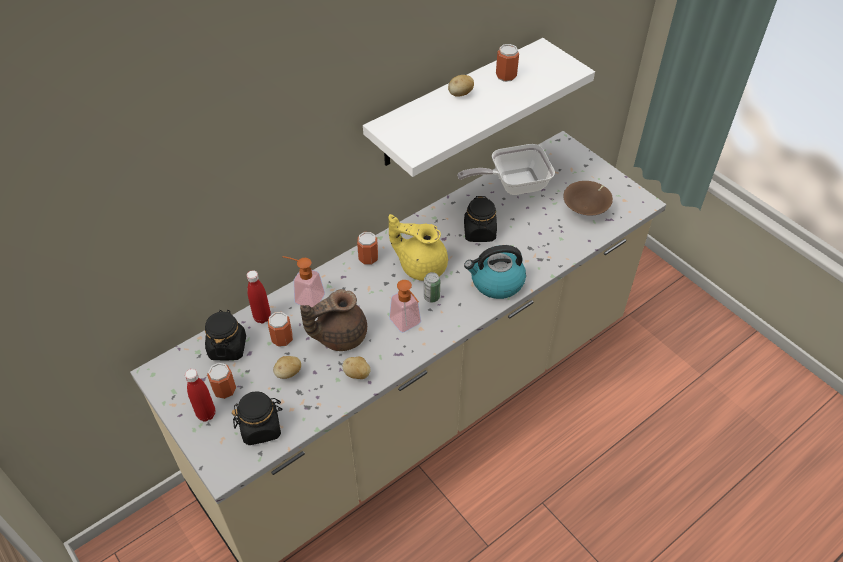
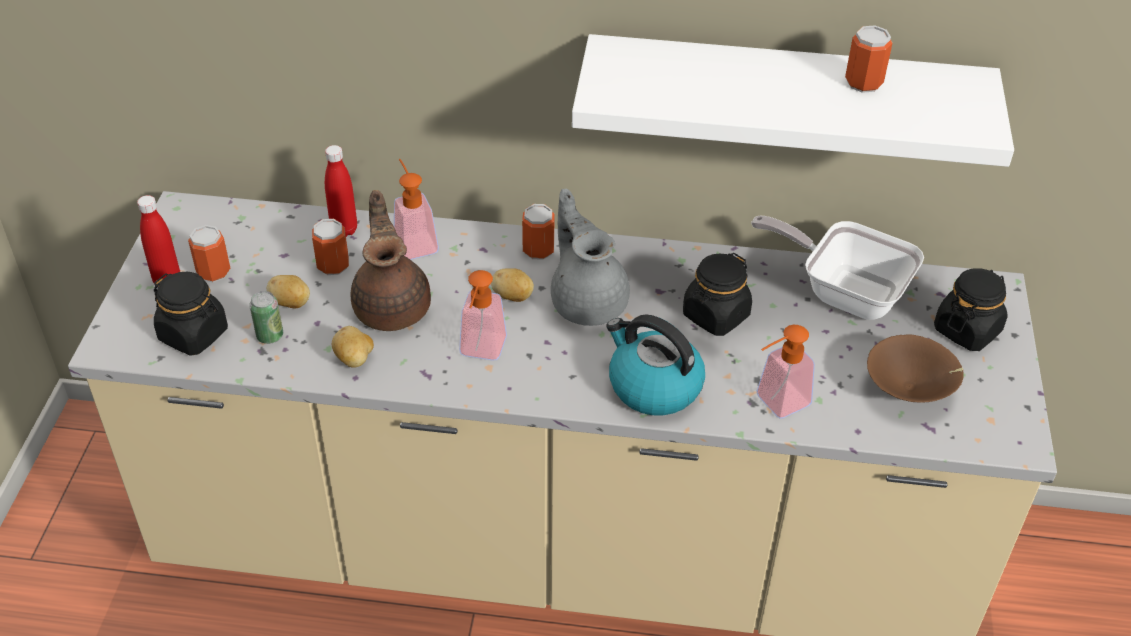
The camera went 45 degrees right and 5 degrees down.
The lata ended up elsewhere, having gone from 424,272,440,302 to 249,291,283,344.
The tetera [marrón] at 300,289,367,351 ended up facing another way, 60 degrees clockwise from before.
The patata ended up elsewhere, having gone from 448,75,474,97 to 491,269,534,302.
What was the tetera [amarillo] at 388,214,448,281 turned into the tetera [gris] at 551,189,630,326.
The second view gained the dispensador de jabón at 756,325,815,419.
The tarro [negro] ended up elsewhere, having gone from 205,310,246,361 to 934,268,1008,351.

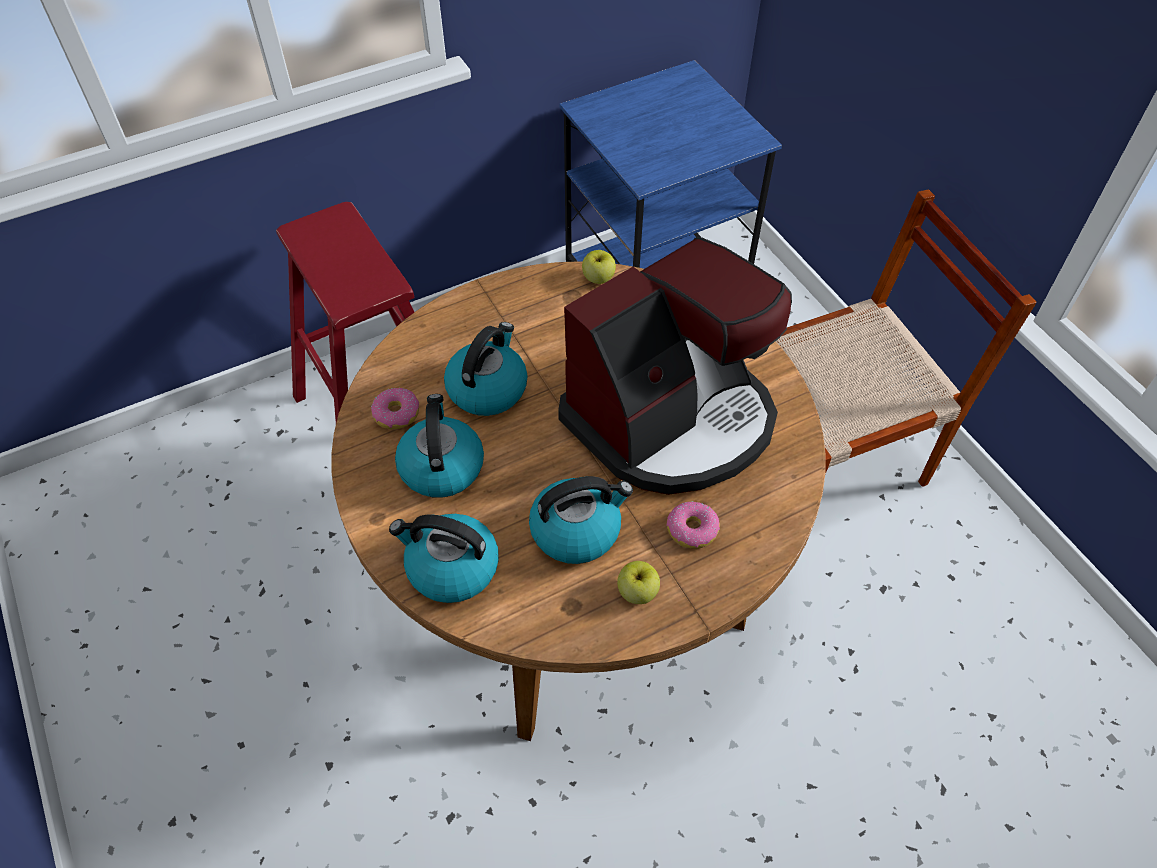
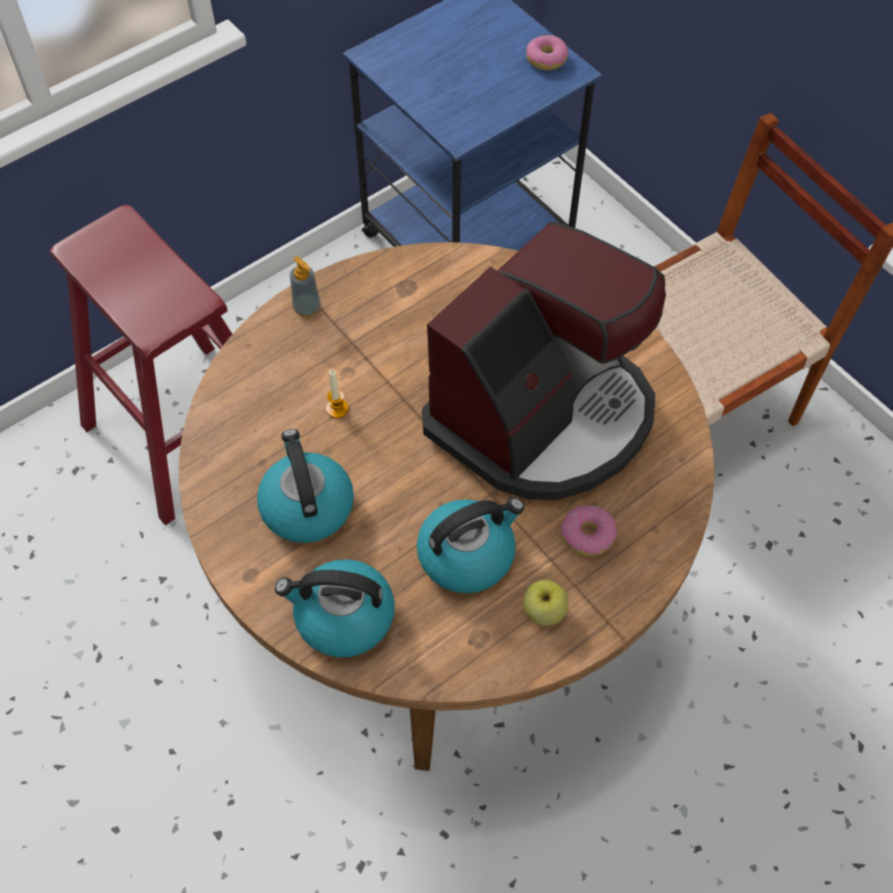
The camera went 10 degrees left and 5 degrees up.
The second view gained the dispensador de jabón at 290,256,321,317.
Where the hervidor stood at 444,322,528,416, the vela came to stand at 326,369,349,418.
The rosquilla ended up elsewhere, having gone from 371,388,419,430 to 526,35,568,70.
The second view lost the manzana at 582,250,616,284.

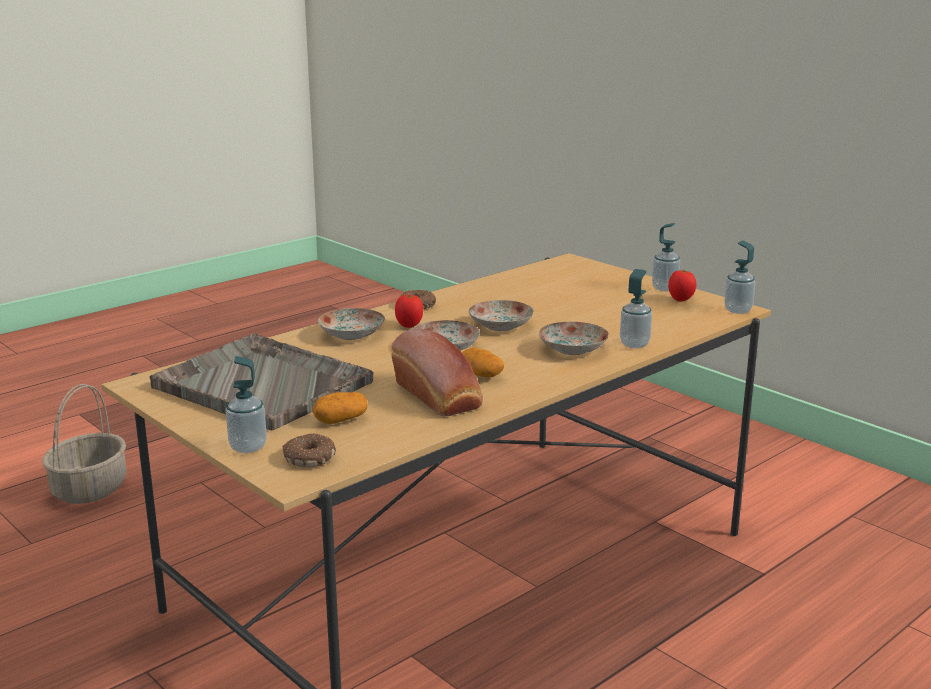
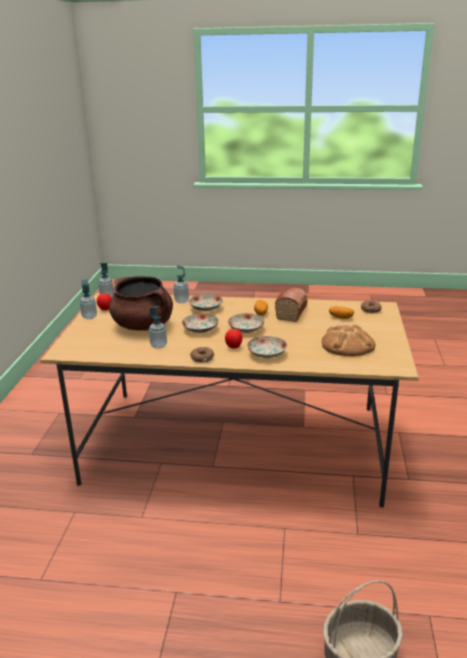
The camera went 130 degrees left and 5 degrees up.
The second view gained the olla [marrón] at 109,276,173,331.
The dispensador de jabón ended up elsewhere, having gone from 226,356,267,453 to 149,306,167,349.
Where the bandeja [gris] stood at 150,334,373,430, the pan came to stand at 321,325,375,356.

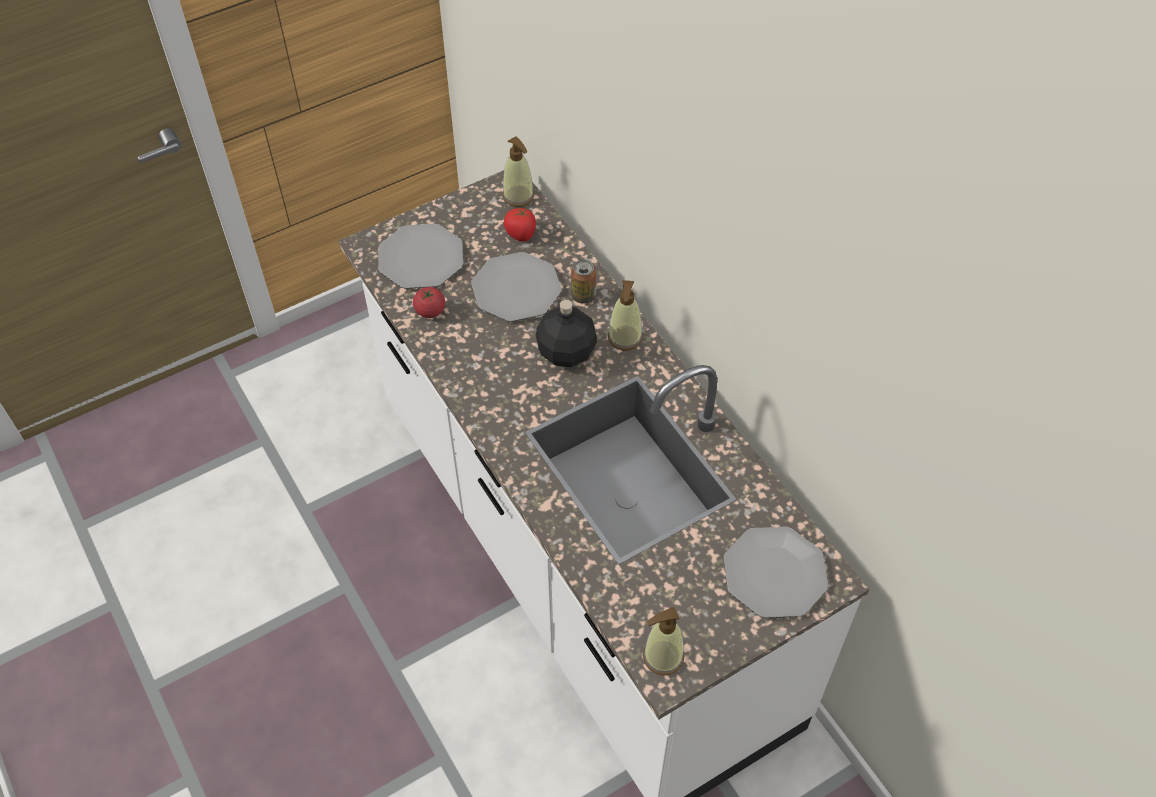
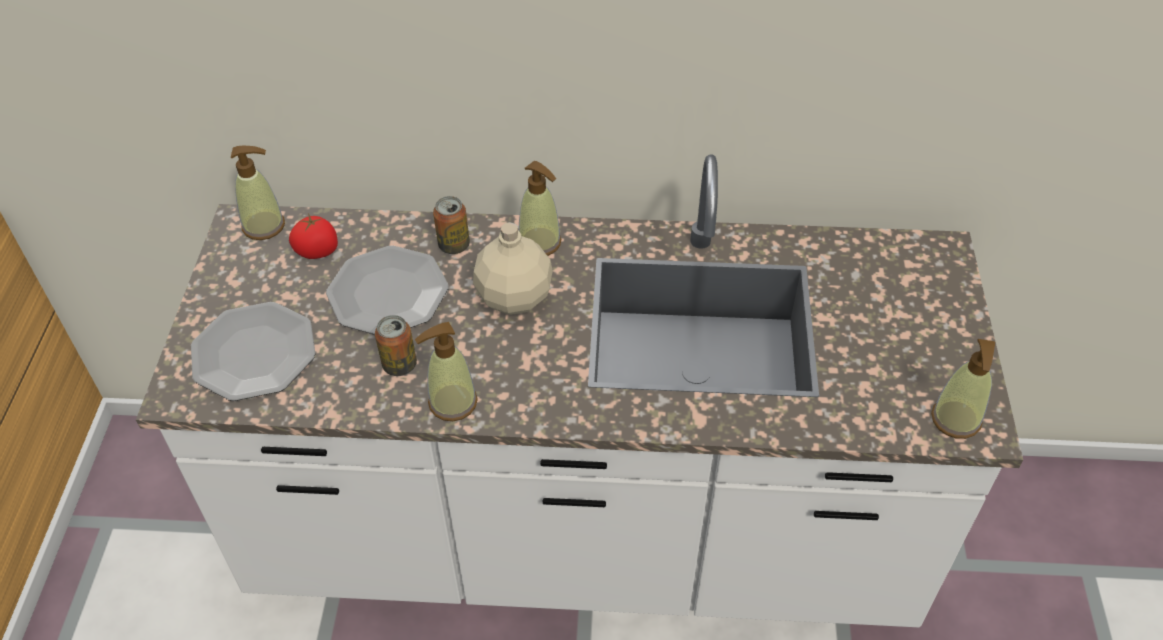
The camera went 55 degrees left and 5 degrees down.
The second view gained the lata at 375,315,417,376.
The second view gained the dispensador de jabón at 415,322,478,421.
What was the botella [negro] at 536,300,597,367 turned into the botella [beis] at 473,222,553,315.
The second view lost the tomate at 413,287,445,318.
The second view lost the plato at 724,527,828,618.

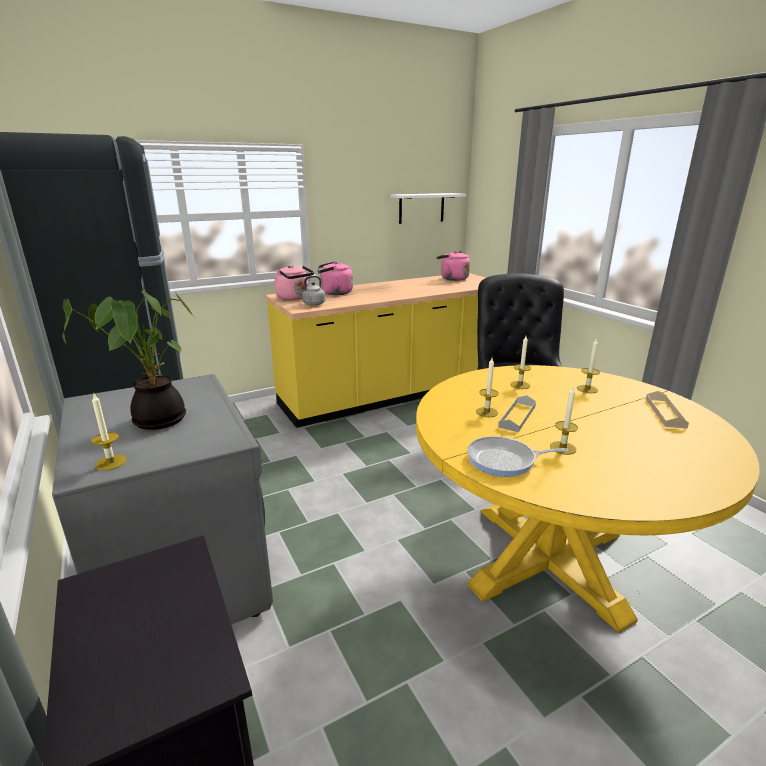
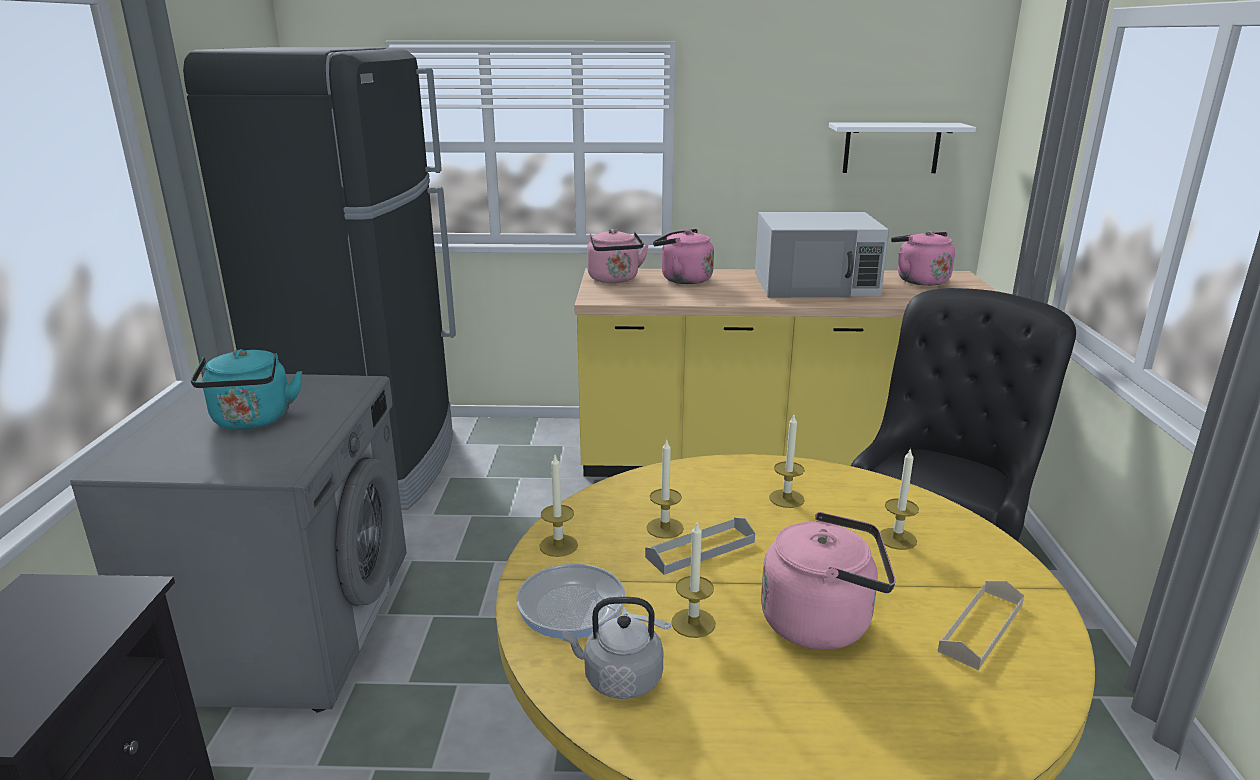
The camera went 30 degrees right and 0 degrees up.
Where the planta en maceta stood at 62,288,193,430, the hervidor [turquesa] came to stand at 191,349,303,430.
The vela ended up elsewhere, having gone from 91,394,127,471 to 539,455,578,557.
The hervidor [gris] ended up elsewhere, having gone from 295,276,325,306 to 562,597,664,699.
The second view gained the microondas [blanco] at 755,212,889,298.
The second view gained the hervidor [rosa] at 761,512,896,650.

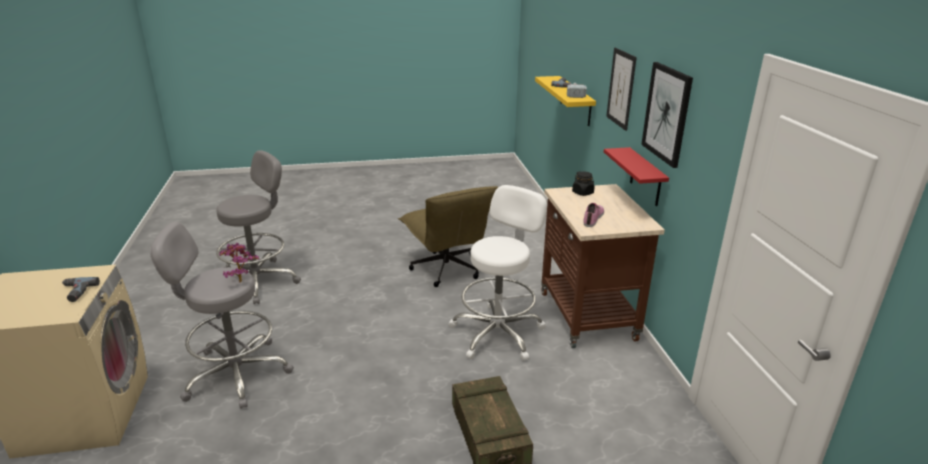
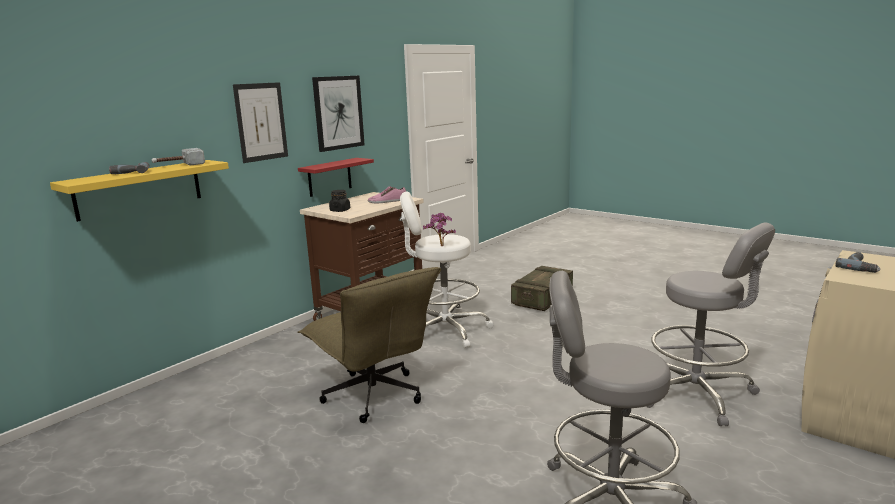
The camera went 130 degrees left and 10 degrees down.
The silla de oficina [beis] at 398,186,498,287 ended up facing another way, 120 degrees clockwise from before.
The planta en maceta ended up elsewhere, having gone from 219,243,260,283 to 423,213,456,246.

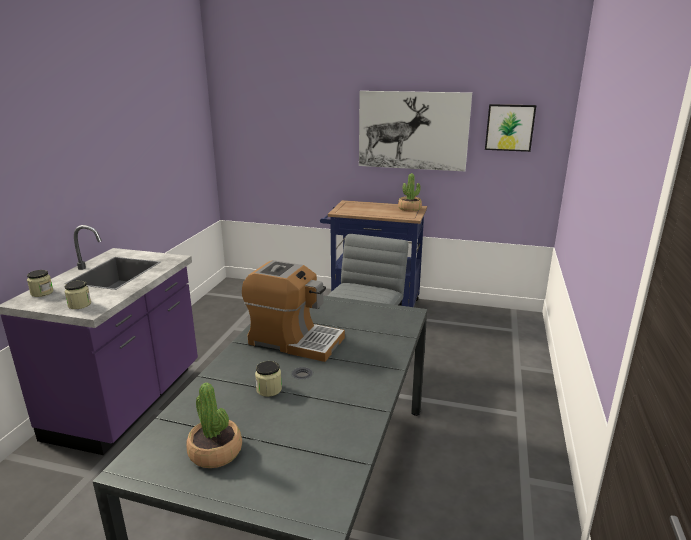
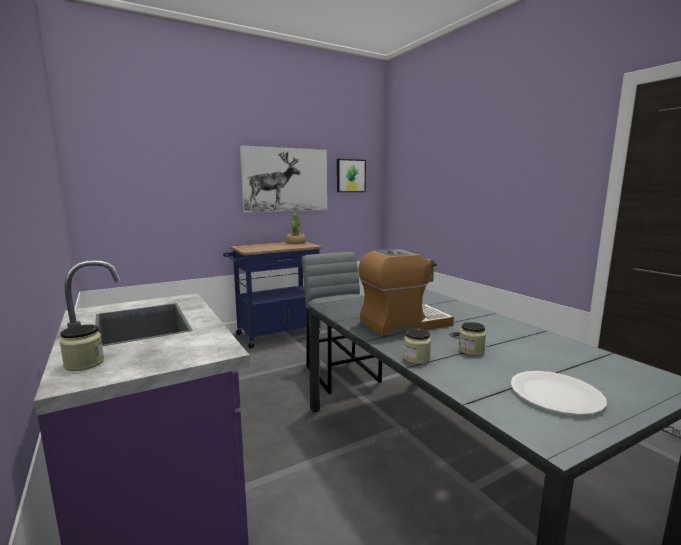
The camera went 45 degrees left and 10 degrees down.
The tarro ended up elsewhere, having gone from 64,281,91,309 to 404,329,431,364.
Where the planta en maceta stood at 186,383,242,468, the plato [blanco] came to stand at 510,371,607,415.

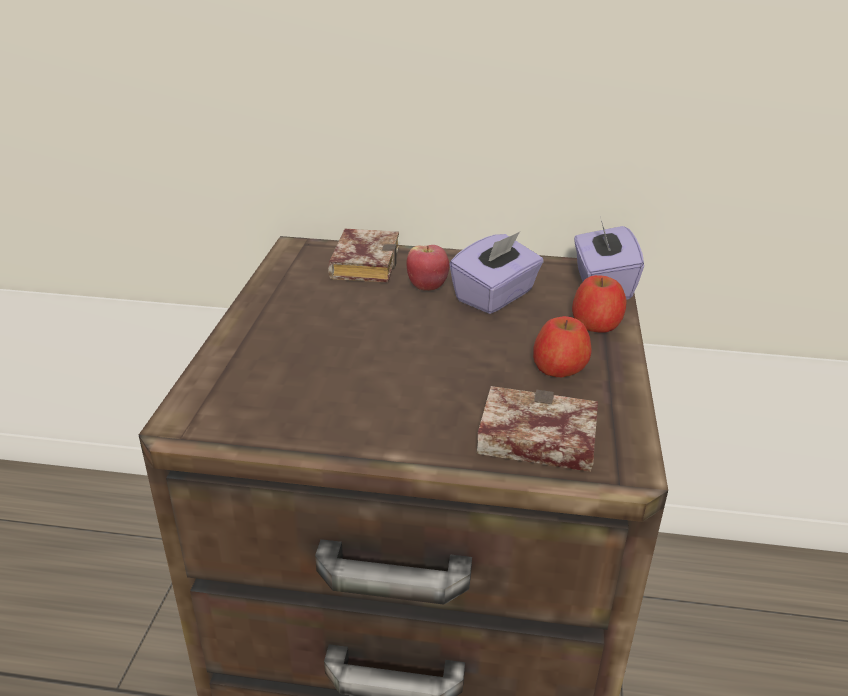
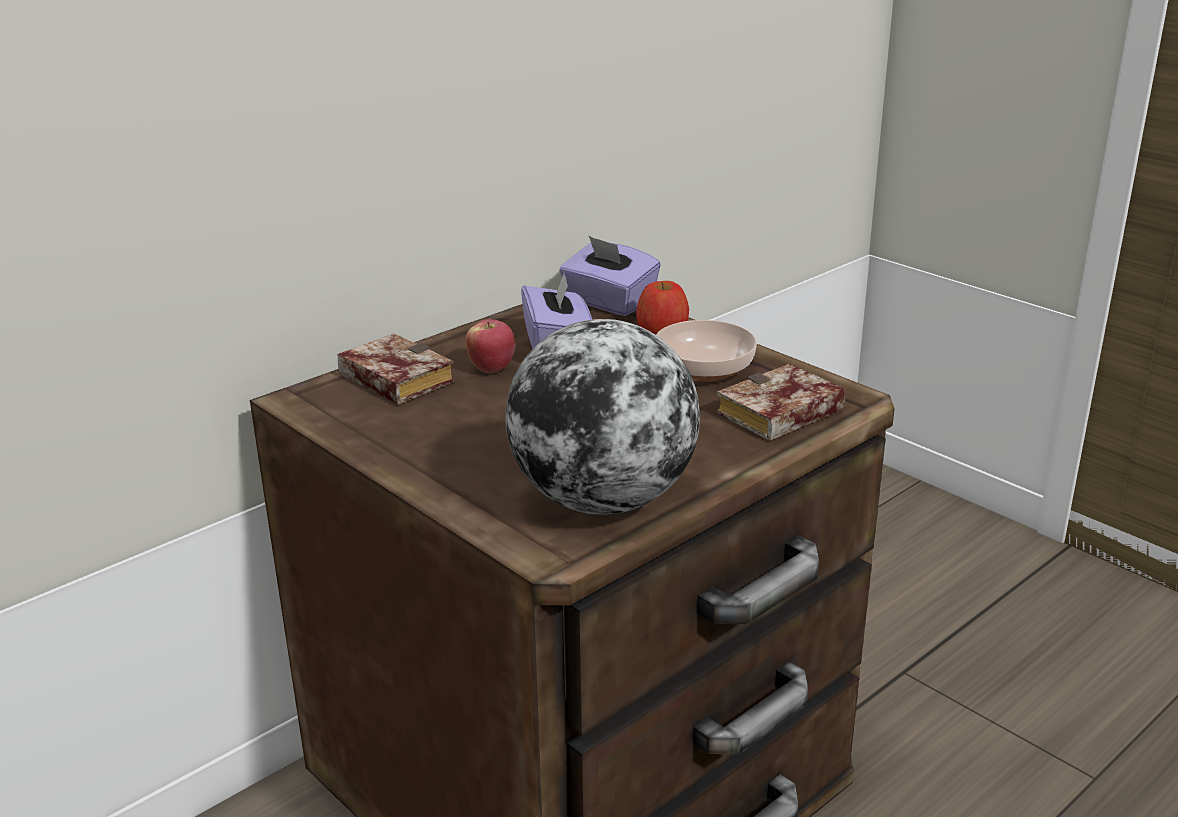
The camera went 50 degrees left and 5 degrees down.
The second view gained the globo terráqueo at 505,319,700,515.
Where the manzana stood at 533,316,592,377, the cuenco came to stand at 656,320,757,382.

